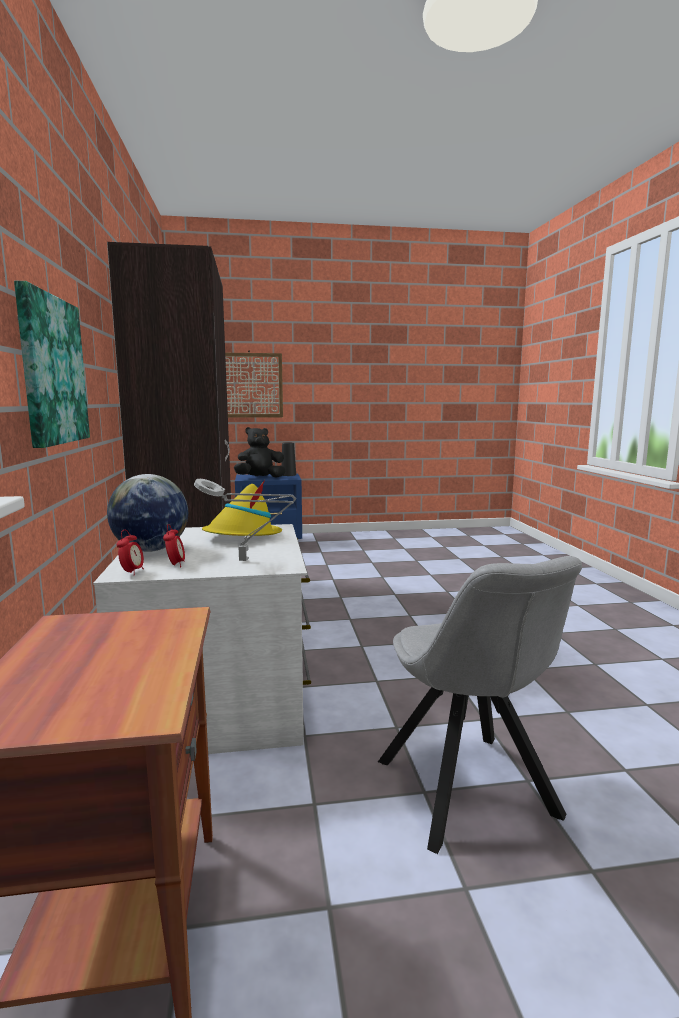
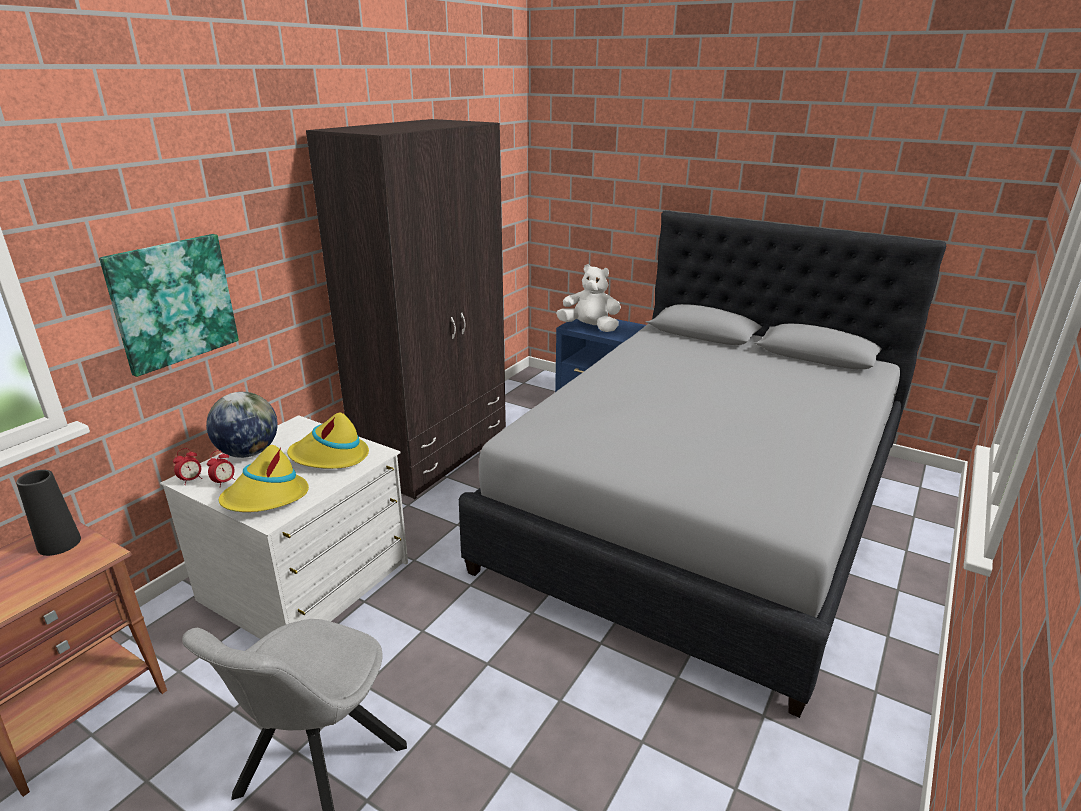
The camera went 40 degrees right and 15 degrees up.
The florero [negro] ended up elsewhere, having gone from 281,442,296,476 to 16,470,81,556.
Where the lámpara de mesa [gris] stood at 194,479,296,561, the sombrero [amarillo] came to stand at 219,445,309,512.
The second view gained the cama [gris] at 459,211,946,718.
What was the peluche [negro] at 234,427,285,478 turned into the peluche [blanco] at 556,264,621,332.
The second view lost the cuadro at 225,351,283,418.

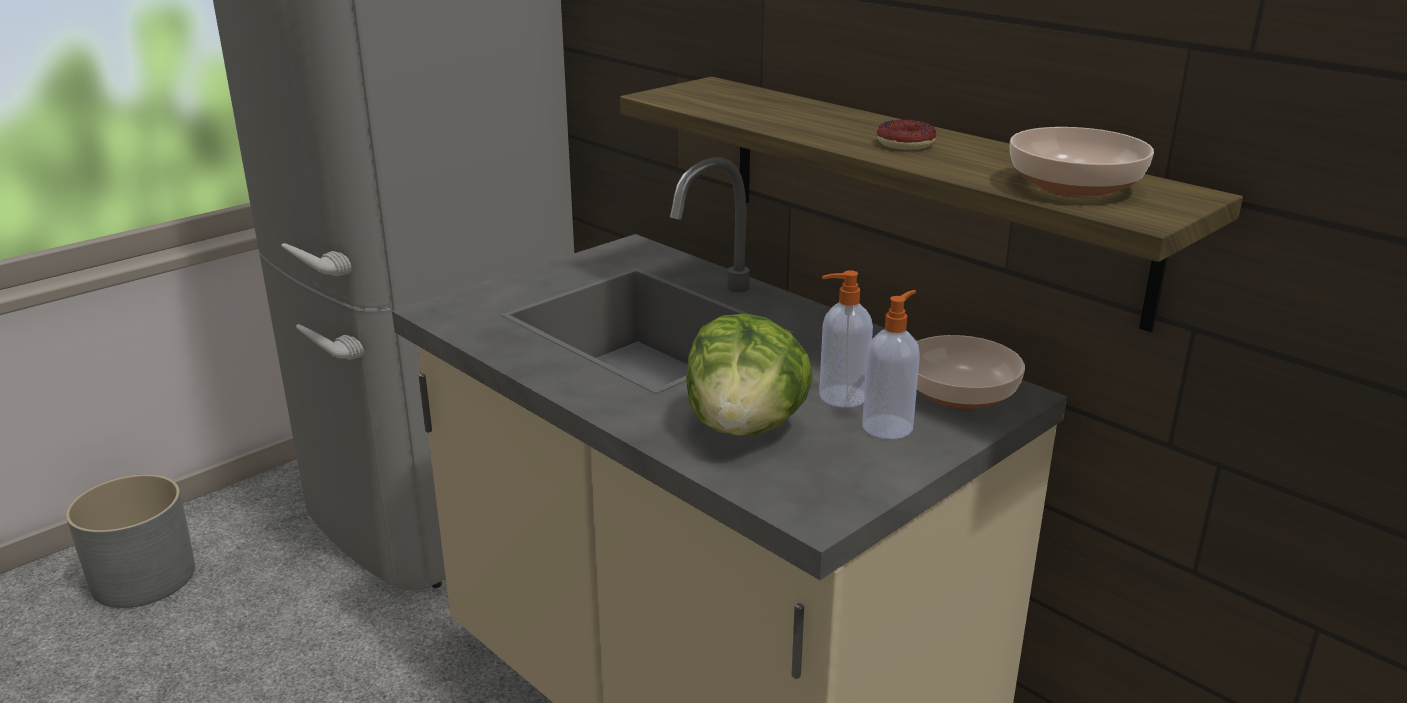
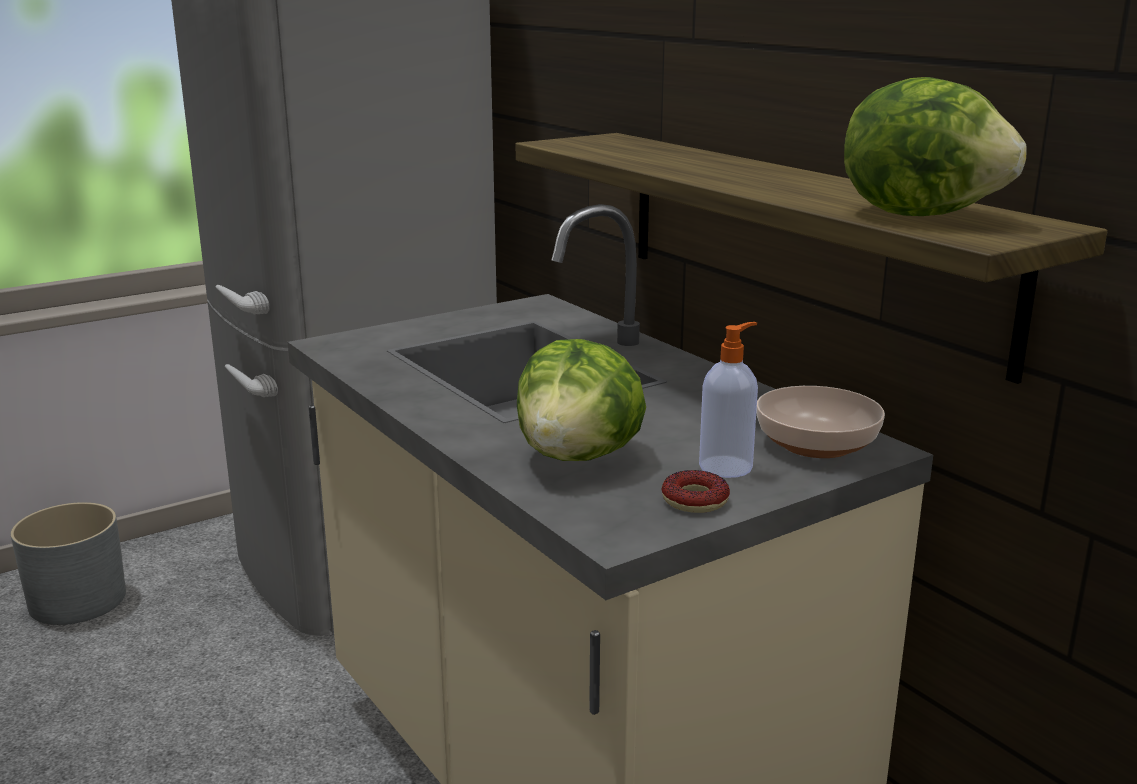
The camera went 10 degrees right and 5 degrees down.
The rosquilla ended up elsewhere, having gone from 877,120,936,150 to 661,470,730,513.
Where the cuenco stood at 1010,127,1154,198, the lechuga came to stand at 844,77,1027,216.
The second view lost the dispensador de jabón at 819,270,873,407.

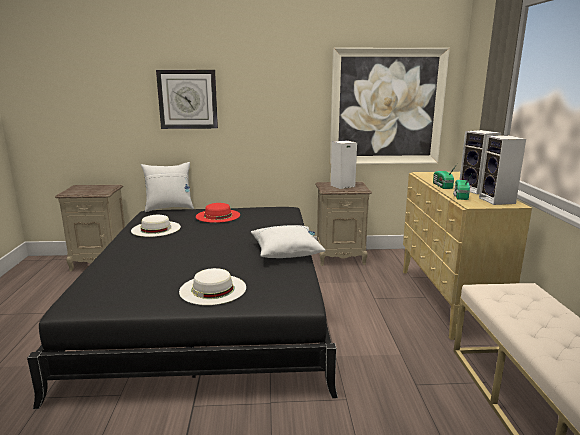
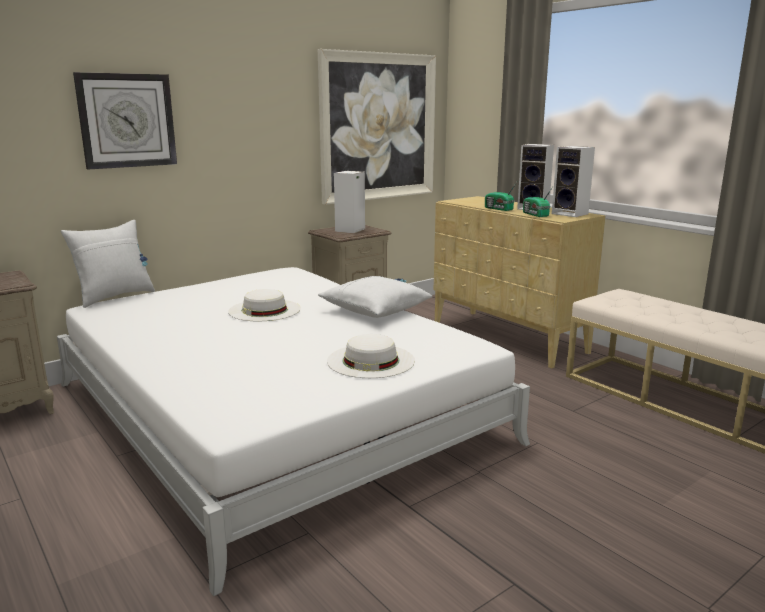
The camera went 35 degrees left and 0 degrees up.
What was the cama [negro] at 27,207,338,409 turned into the cama [blanco] at 57,267,530,596.
The sombrero [blanco] ended up elsewhere, having gone from 131,215,181,237 to 228,289,301,321.
The second view lost the sombrero [rojo] at 196,203,240,223.

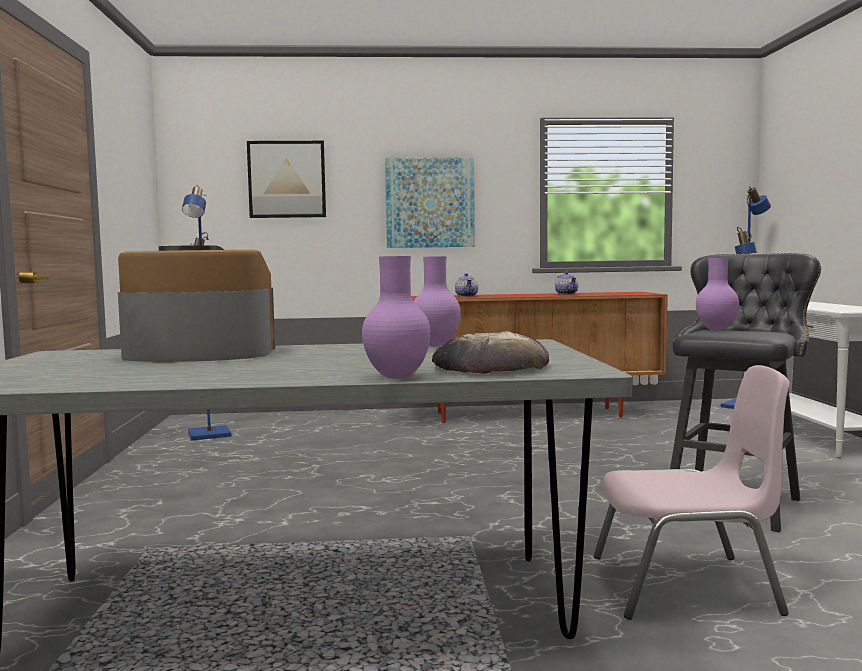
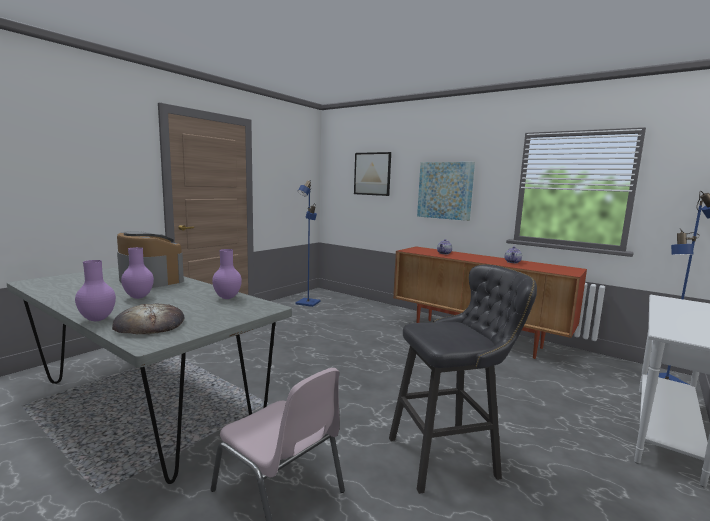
The camera went 40 degrees right and 5 degrees up.
The florero [morado] ended up elsewhere, having gone from 696,258,739,331 to 121,247,154,299.

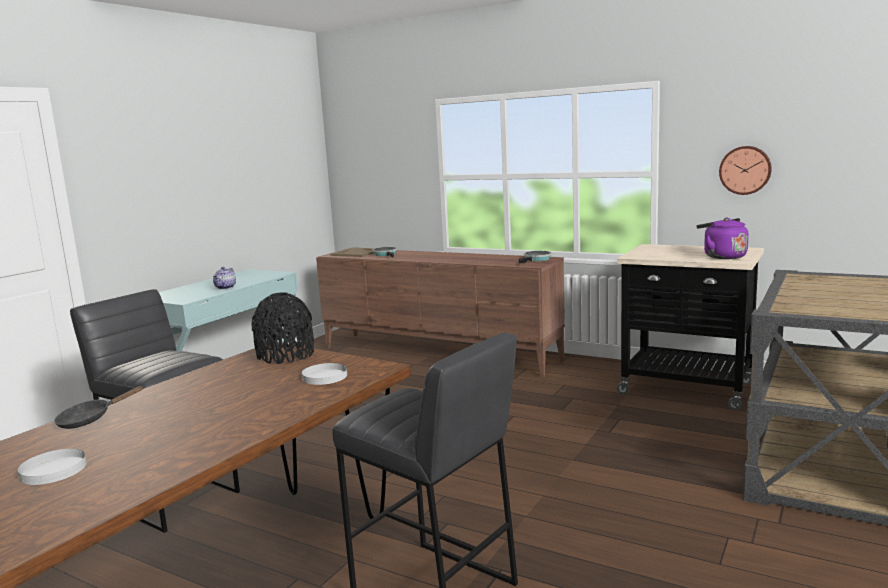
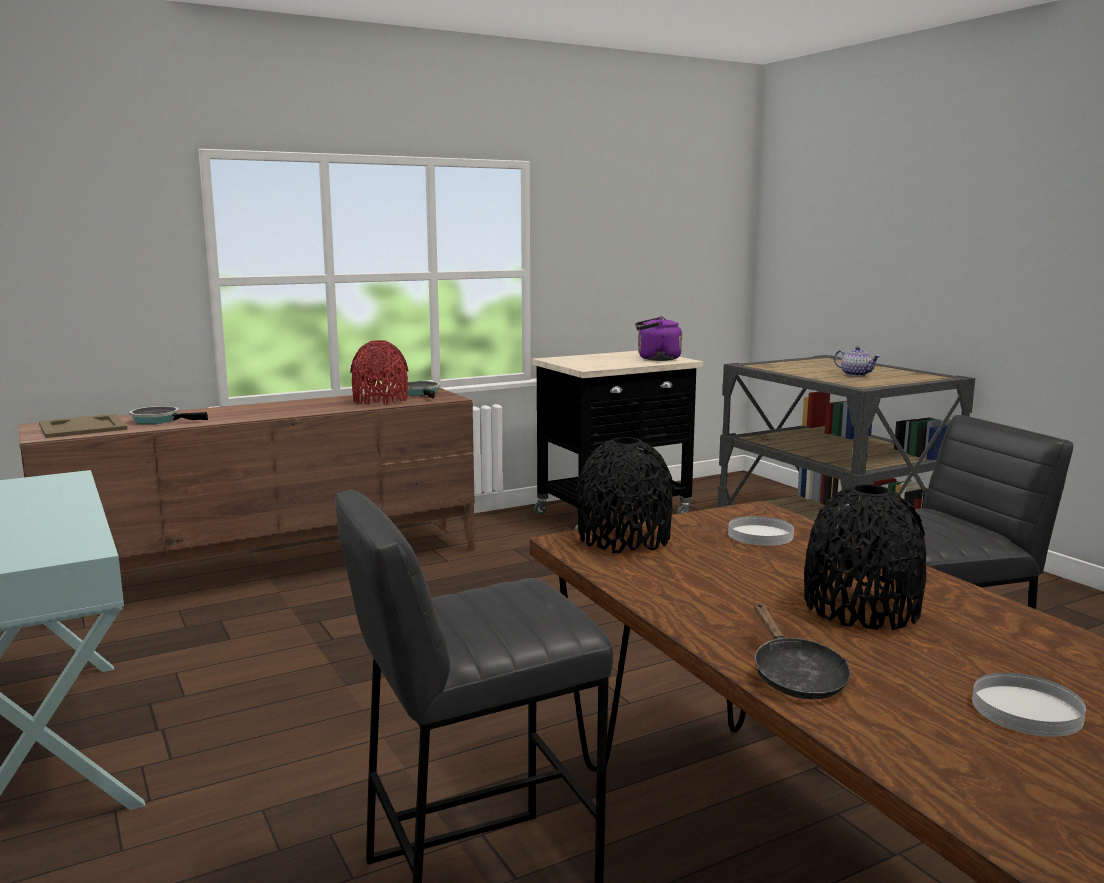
The camera went 60 degrees left and 0 degrees up.
The second view gained the florero [rojo] at 350,340,409,405.
The second view gained the florero [negro] at 804,484,926,630.
The tetera ended up elsewhere, having gone from 213,267,236,289 to 834,346,881,376.
The second view lost the reloj de pared at 719,146,772,195.

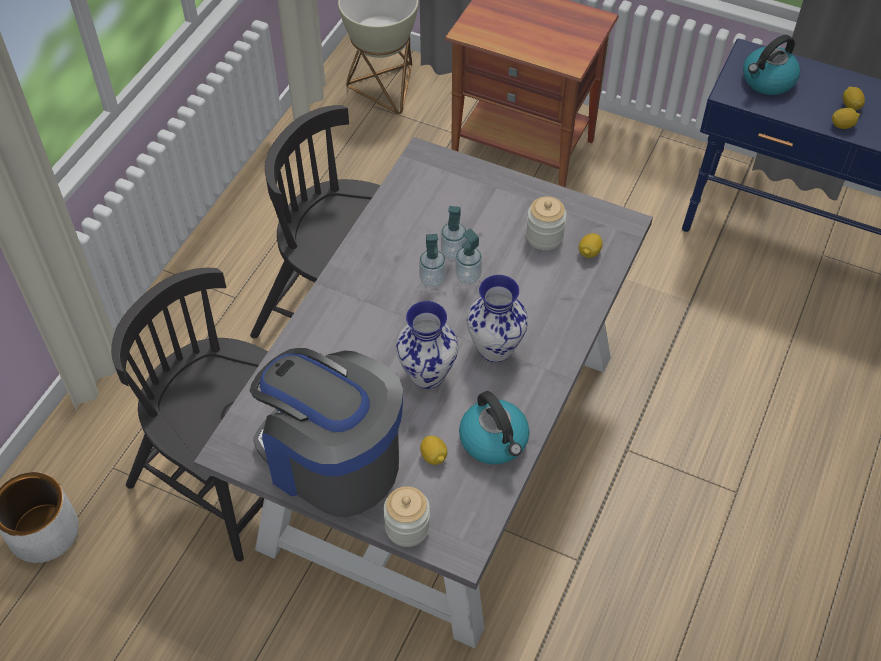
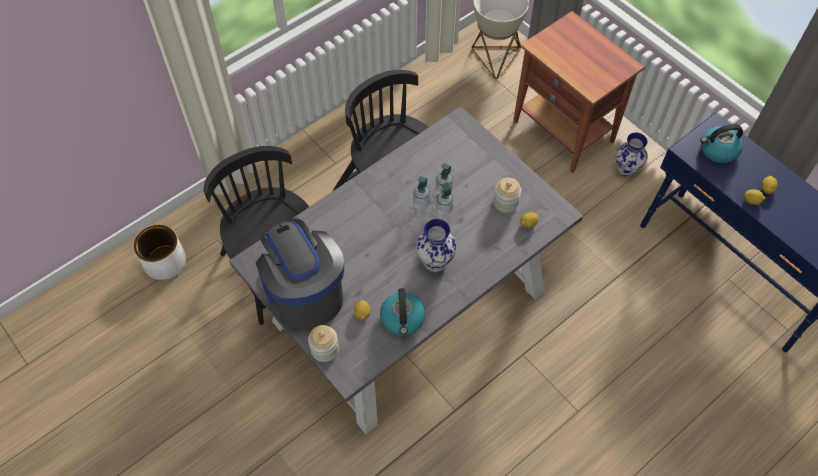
The camera went 25 degrees right and 5 degrees up.
The florero ended up elsewhere, having gone from 396,301,458,389 to 616,133,648,177.

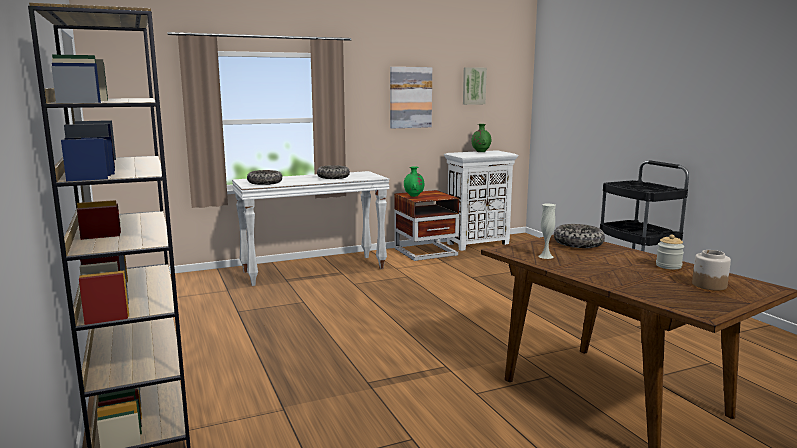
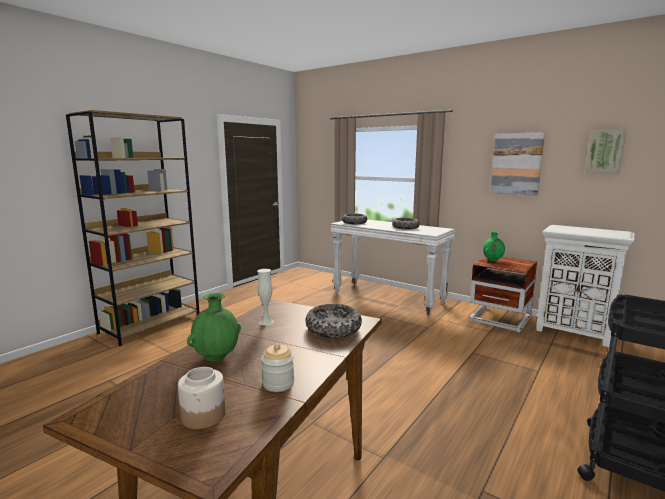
The camera went 60 degrees right and 0 degrees up.
The florero [verde] ended up elsewhere, having gone from 471,124,491,152 to 187,293,241,362.

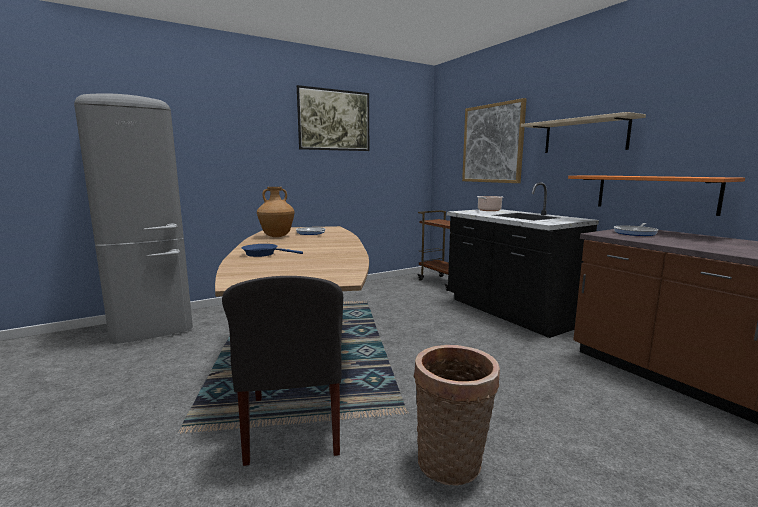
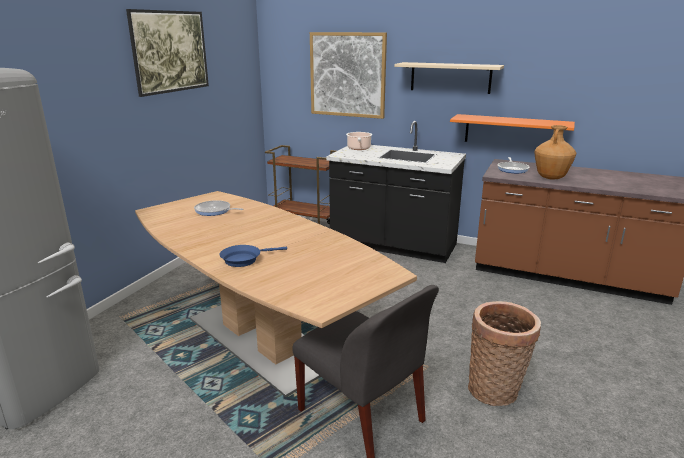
The camera went 35 degrees left and 10 degrees up.
The florero [marrón] ended up elsewhere, having gone from 257,187,295,237 to 534,125,576,180.

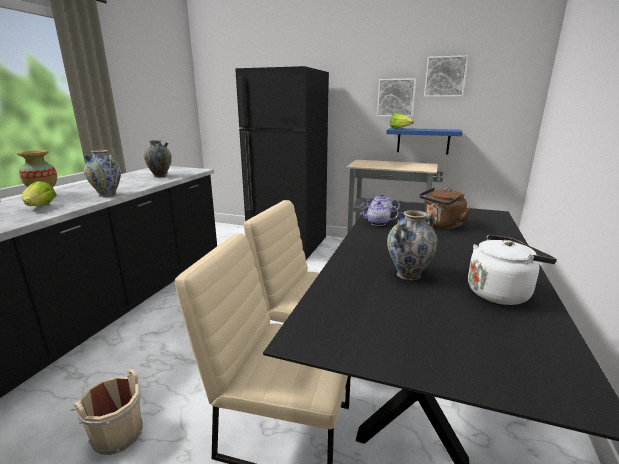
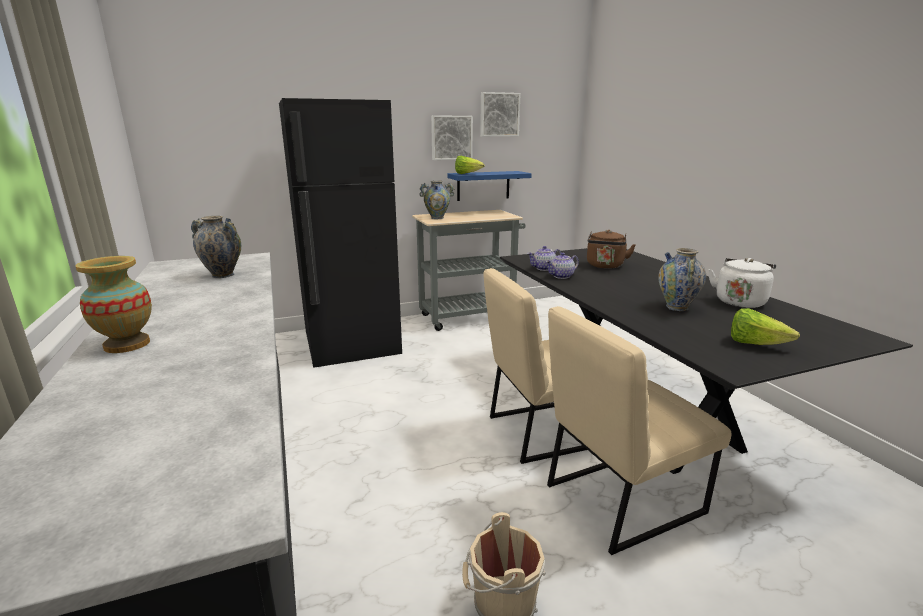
The camera went 40 degrees left and 0 degrees up.
The florero ended up elsewhere, having gone from 84,150,121,197 to 419,180,454,219.
The lechuga ended up elsewhere, having gone from 22,181,55,206 to 731,308,800,345.

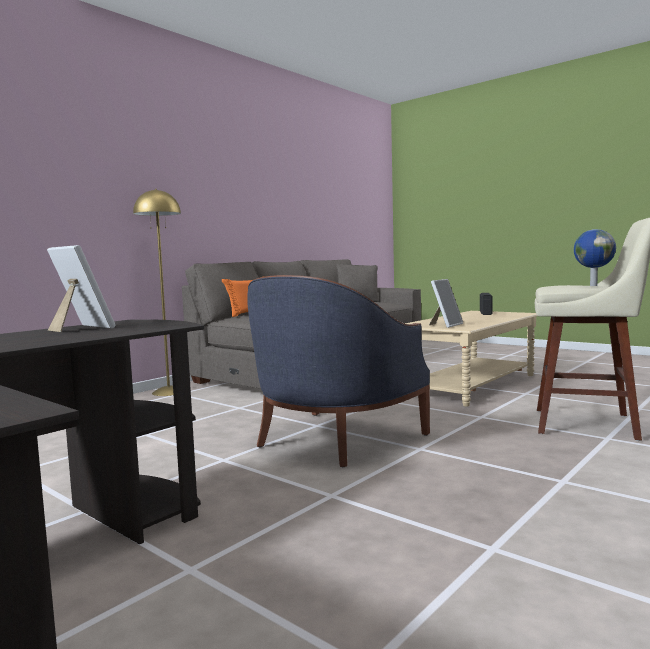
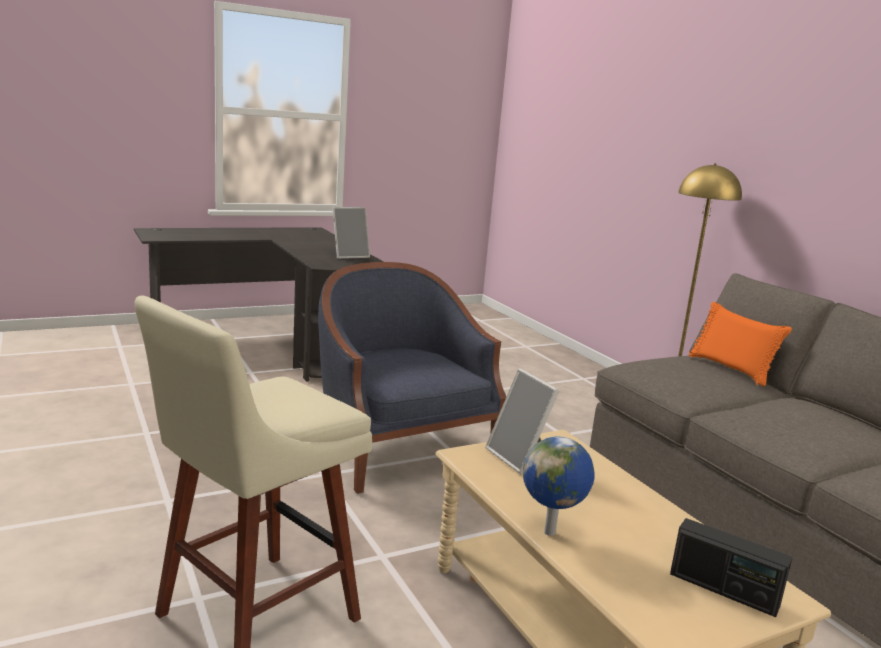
The camera went 110 degrees right and 10 degrees up.
The globo terráqueo ended up elsewhere, having gone from 574,229,616,286 to 523,437,595,536.

